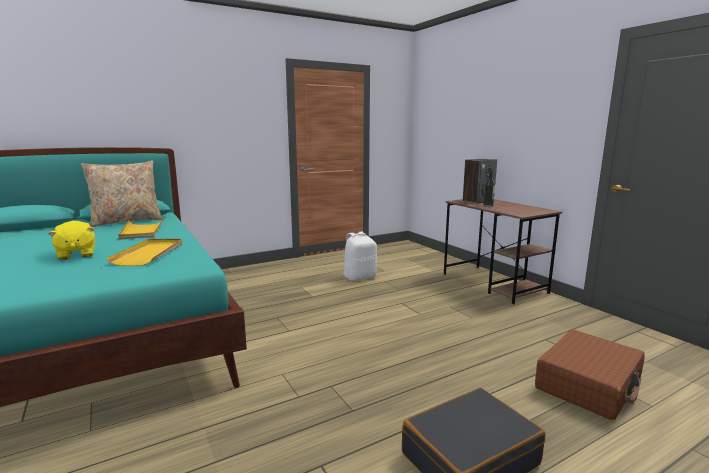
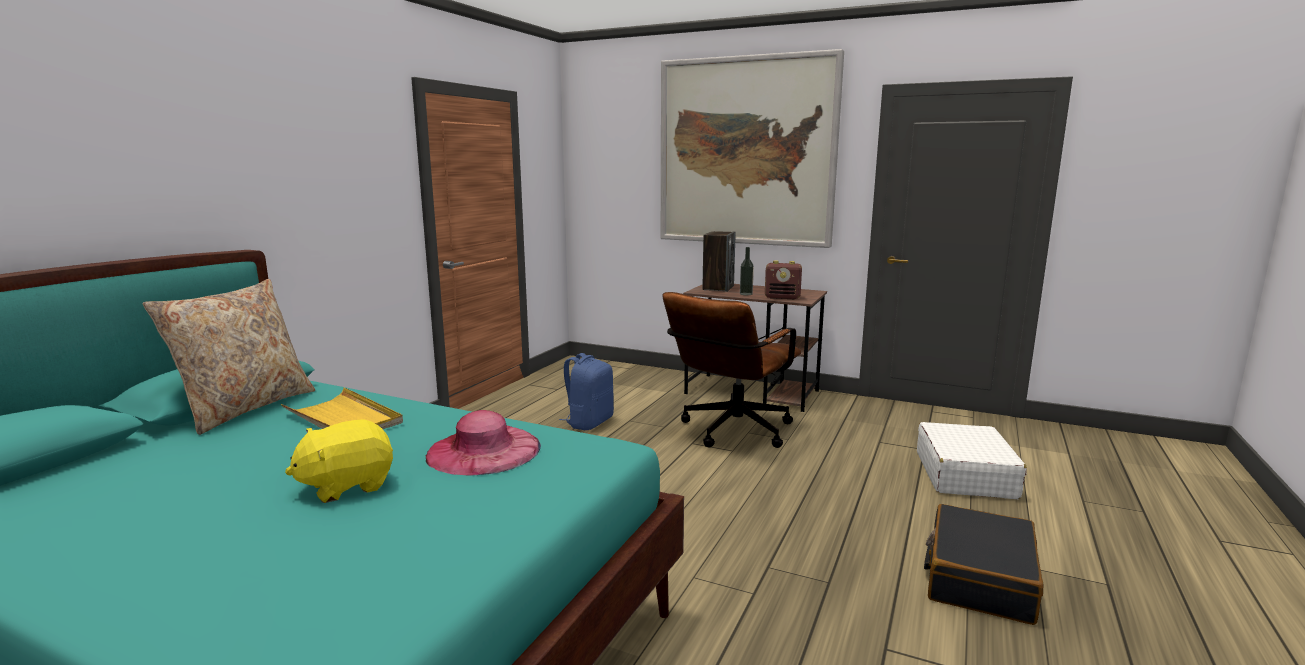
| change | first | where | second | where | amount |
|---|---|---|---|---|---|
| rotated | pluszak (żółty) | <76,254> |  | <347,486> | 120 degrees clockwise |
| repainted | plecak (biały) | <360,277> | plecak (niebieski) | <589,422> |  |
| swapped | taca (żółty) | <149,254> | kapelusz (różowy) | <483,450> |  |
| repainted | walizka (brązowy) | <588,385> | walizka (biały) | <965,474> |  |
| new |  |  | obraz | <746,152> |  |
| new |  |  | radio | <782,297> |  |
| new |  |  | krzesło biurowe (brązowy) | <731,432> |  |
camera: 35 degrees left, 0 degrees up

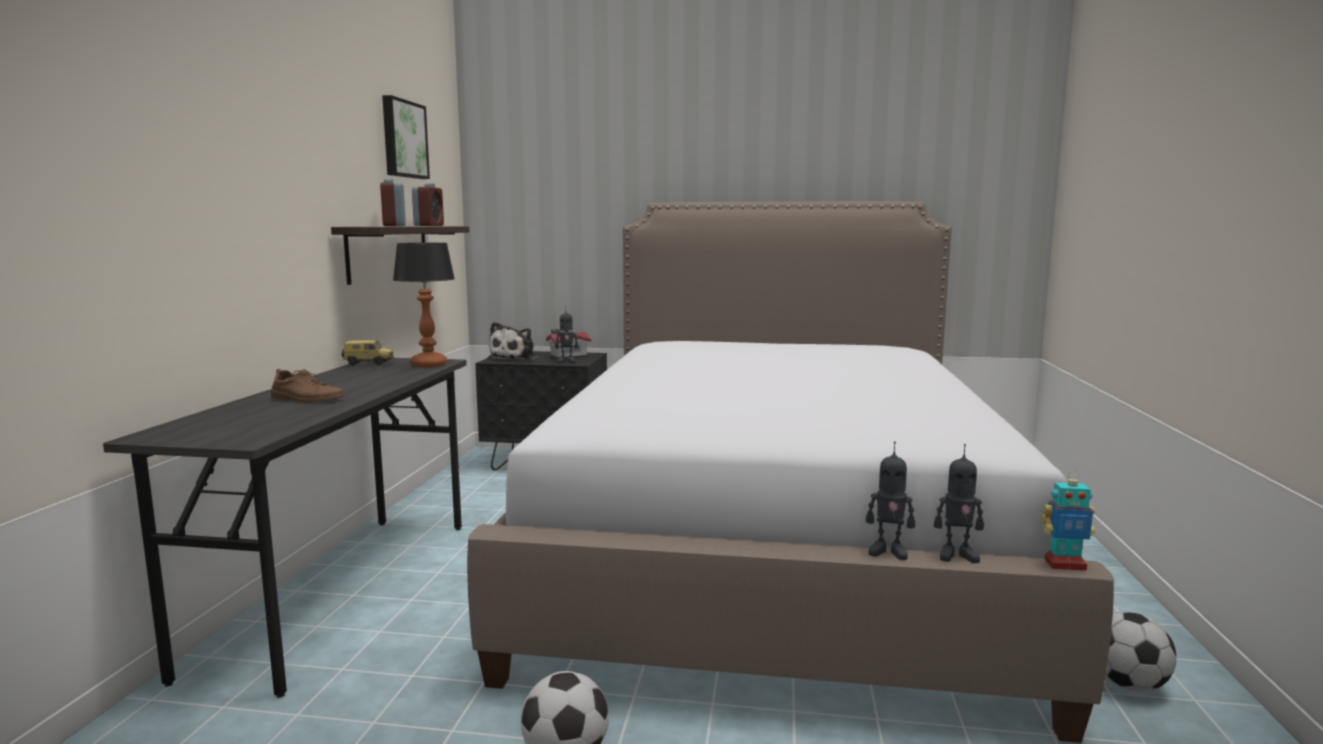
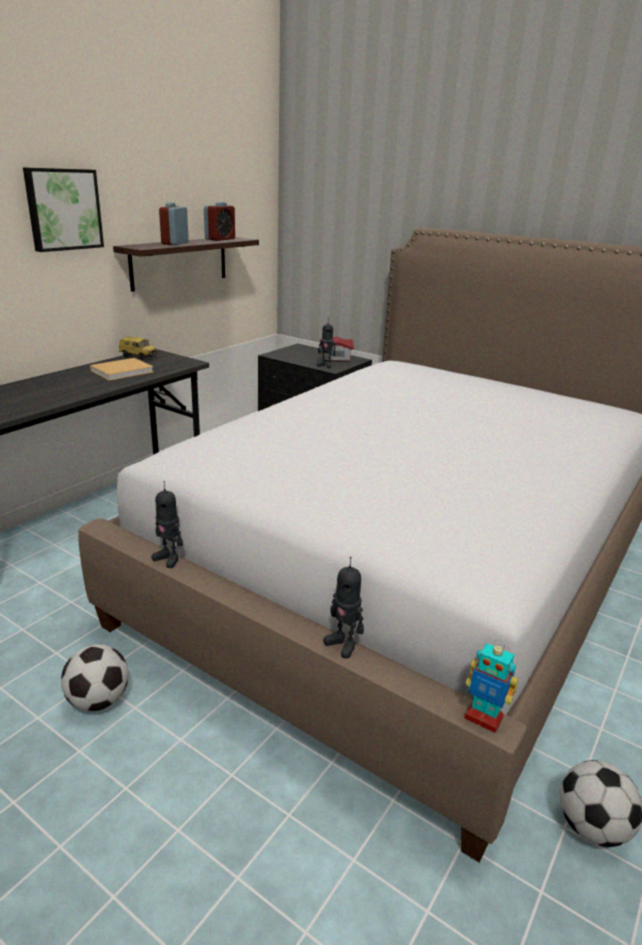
| change | first | where | second | where | amount |
|---|---|---|---|---|---|
| shifted | obraz | <403,139> |  | <63,209> |  |
| gone | lampa stołowa | <429,365> |  |  |  |
| gone | pluszak | <516,358> |  |  |  |
| gone | but (brązowy) | <307,399> |  |  |  |
| shifted | robot zabawkowy | <957,555> |  | <169,558> |  |
| new |  |  | książka (beżowy) | <124,371> |  |
camera: 25 degrees right, 15 degrees up

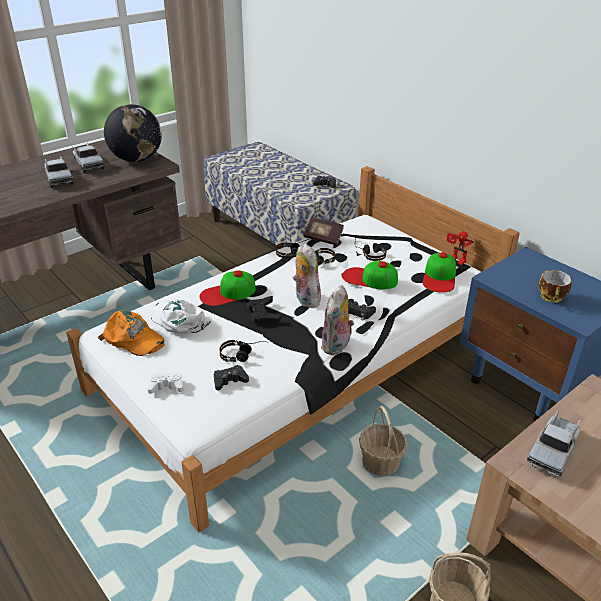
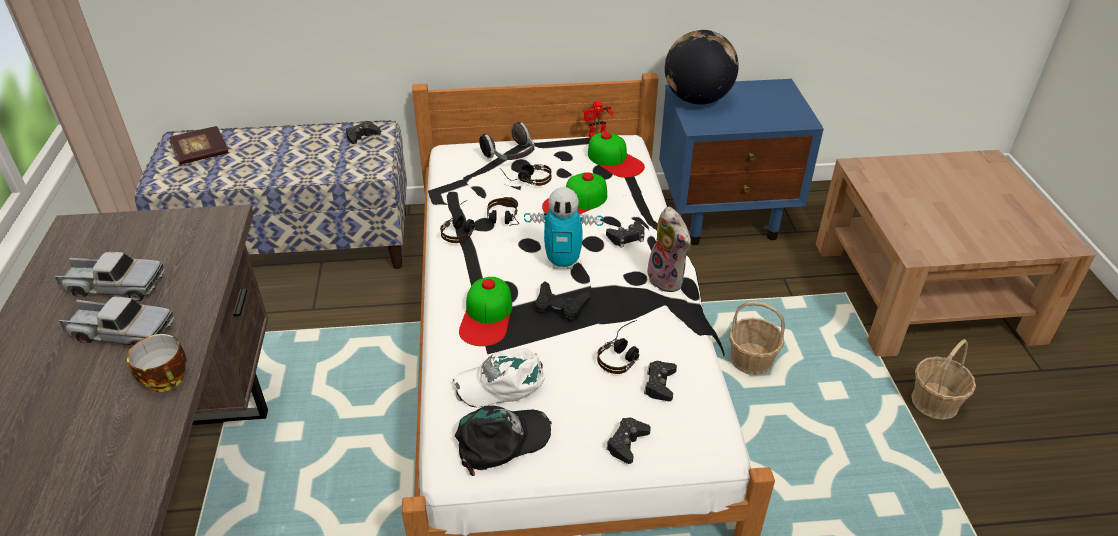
| change | first | where | second | where | amount |
|---|---|---|---|---|---|
| shifted | globus | <137,159> |  | <697,99> |  |
| shifted | książka | <323,238> |  | <201,154> |  |
| swapped | pluszak | <305,299> | robot zabawkowy | <563,263> |  |
| shifted | filiżanka | <552,298> |  | <168,380> |  |
| repainted | czapka z daszkiem (pomarańczowy) | <133,339> | czapka z daszkiem (czarny) | <502,440> |  |
| repainted | pad do gier (biały) | <166,386> | pad do gier (czarny) | <627,443> |  |
| gone | ciężarówka zabawkowa | <553,450> |  |  |  |
| new |  |  | słuchawki | <510,155> |  |
camera: 55 degrees left, 5 degrees up

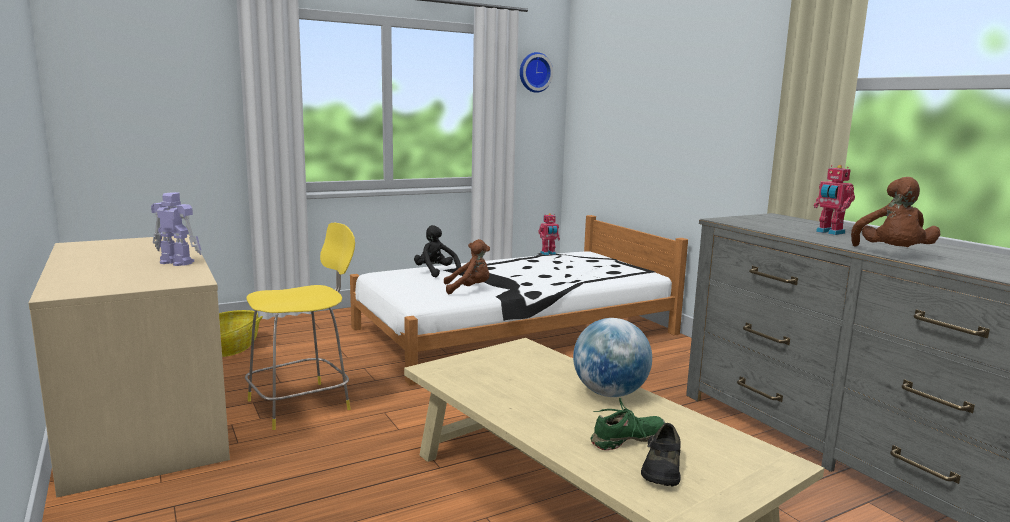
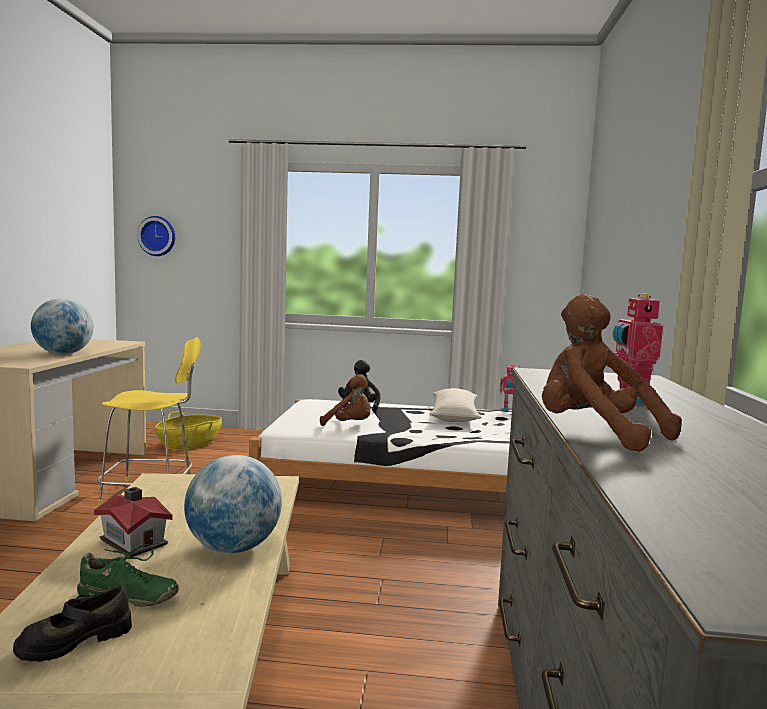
| change | first | where | second | where | amount |
|---|---|---|---|---|---|
| shifted | zegar ścienny | <534,72> |  | <158,236> |  |
| rotated | pluszak (brązowy) | <891,254> |  | <594,434> | 90 degrees clockwise |
| swapped | robot zabawkowy | <176,262> | globus | <63,354> |  |
| new |  |  | poduszka (beżowy) | <454,415> |  |
| new |  |  | domek | <134,541> |  |
camera: 35 degrees right, 5 degrees down

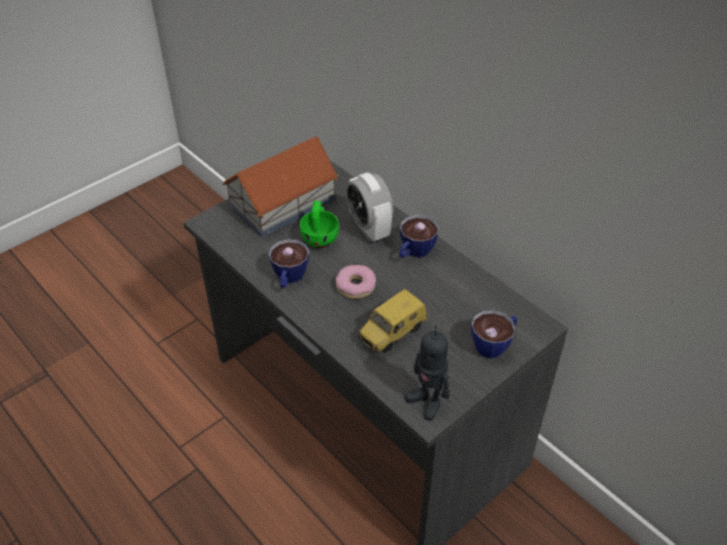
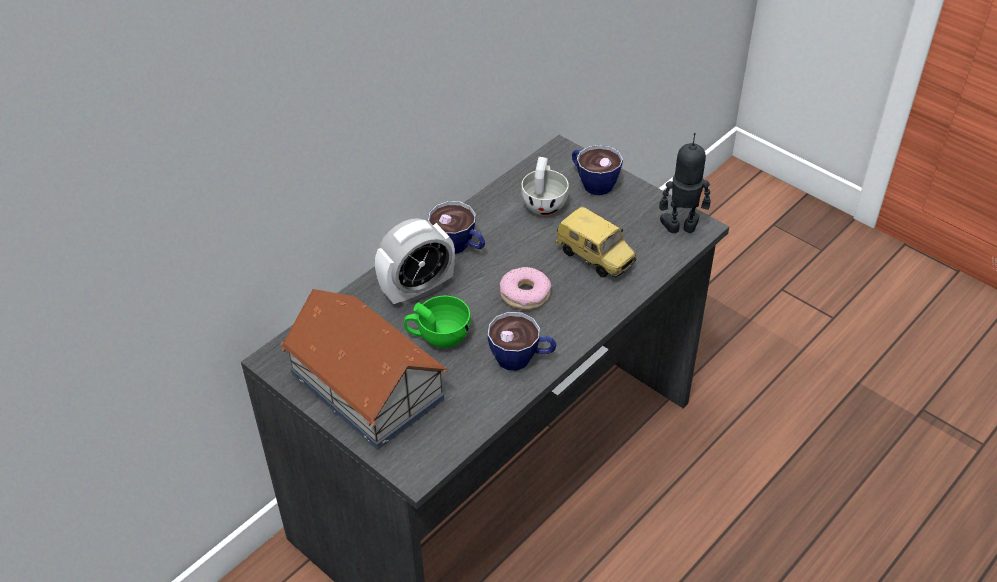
| change | first | where | second | where | amount |
|---|---|---|---|---|---|
| rotated | robot zabawkowy | <427,401> |  | <681,228> | 135 degrees counterclockwise |
| new |  |  | filiżanka (biały) | <545,202> |  |
camera: 95 degrees left, 0 degrees up

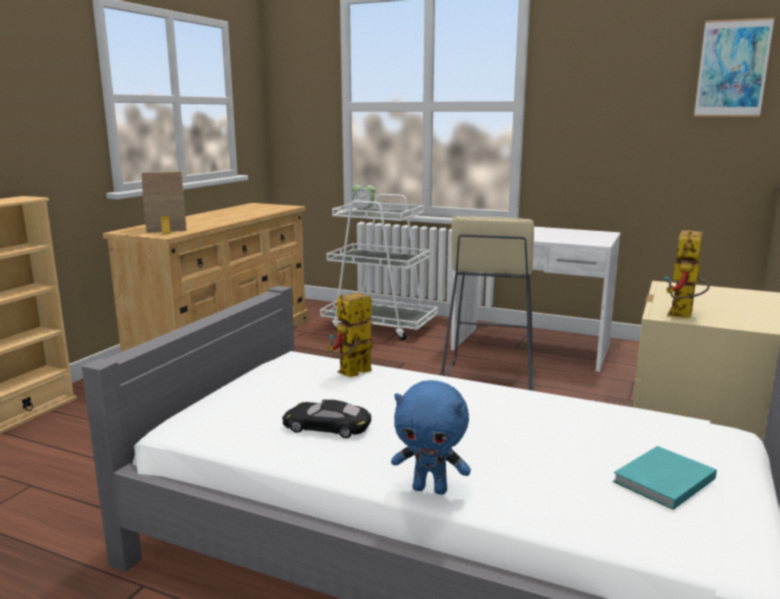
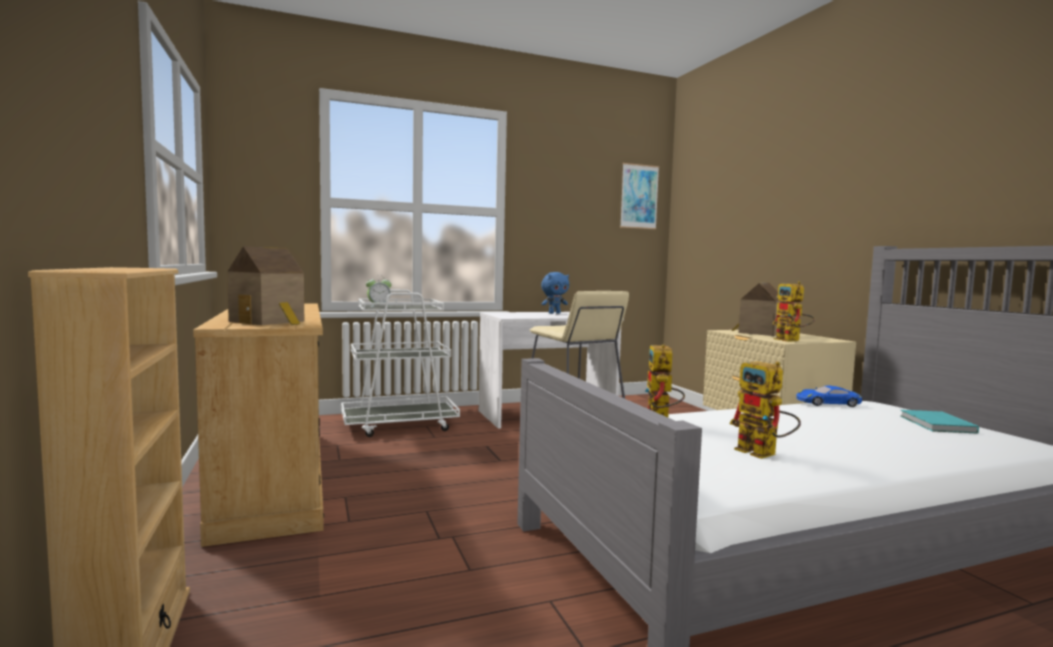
| change | first | where | second | where | amount |
|---|---|---|---|---|---|
| shifted | pluszak (niebieski) | <430,489> |  | <554,313> |  |
| swapped | samochodzik (czarny) | <326,426> | robot zabawkowy | <764,454> |  |
| new |  |  | domek | <758,333> |  |
| new |  |  | samochodzik (niebieski) | <827,403> |  |
camera: 45 degrees left, 10 degrees down

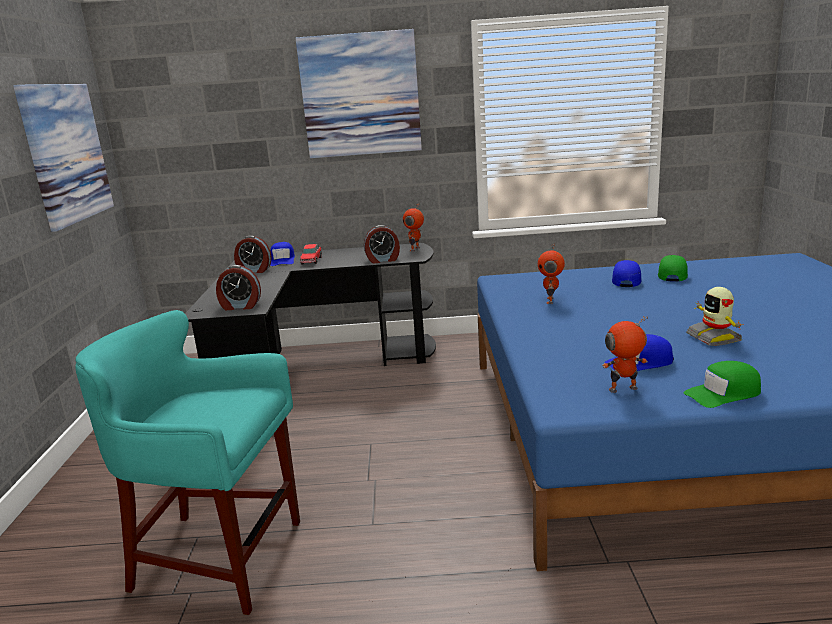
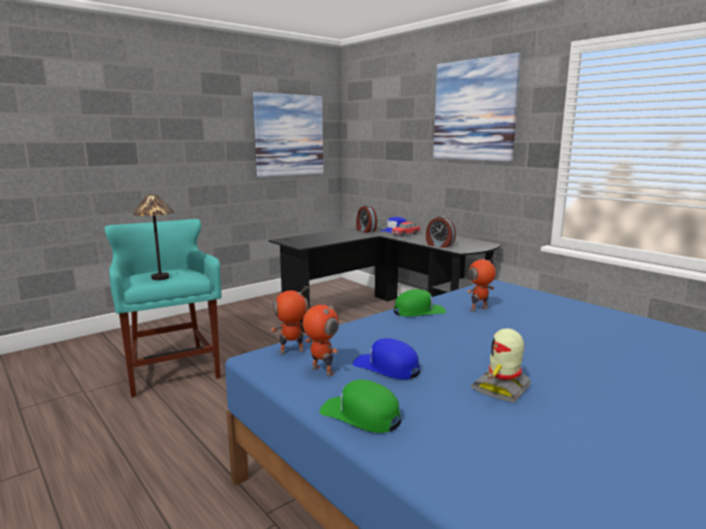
| change | first | where | second | where | amount |
|---|---|---|---|---|---|
| shifted | robot zabawkowy | <415,249> |  | <292,352> |  |
| shifted | czapka z daszkiem (zielony) | <672,275> |  | <419,311> |  |
| gone | czapka z daszkiem (niebieski) | <626,280> |  |  |  |
| gone | budzik | <240,306> |  |  |  |
| new |  |  | lampa stołowa | <160,278> |  |
camera: 50 degrees right, 5 degrees down

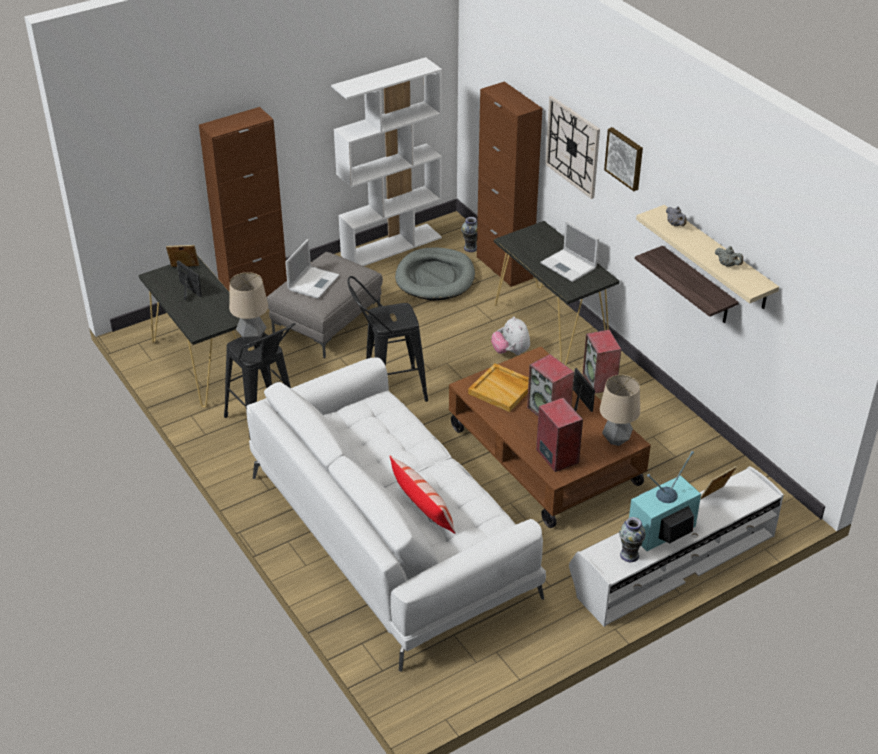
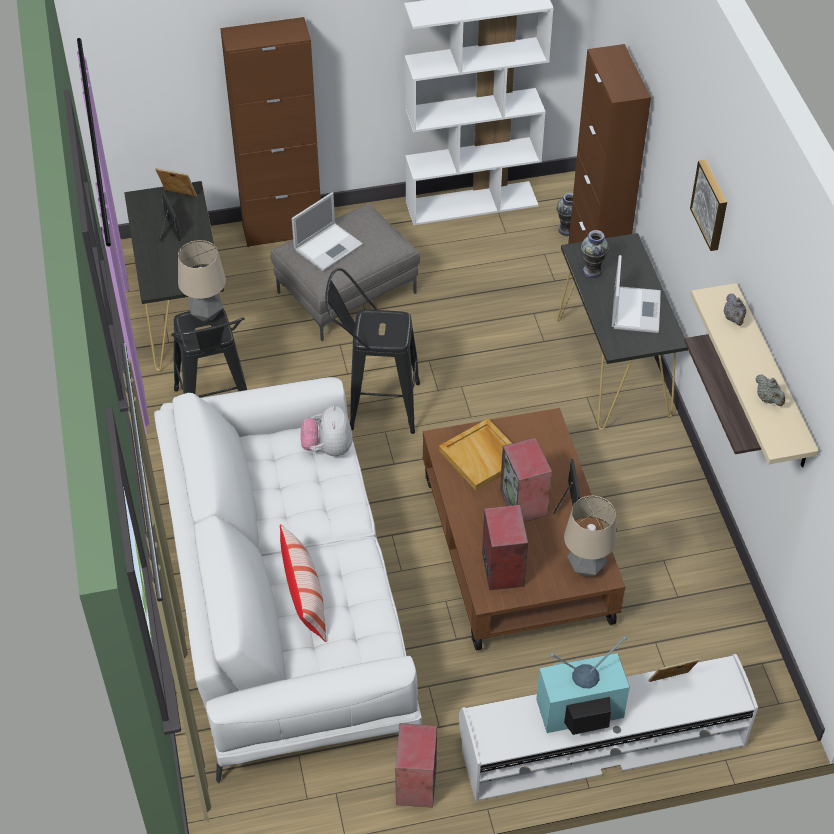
| change | first | where | second | where | amount |
|---|---|---|---|---|---|
| gone | zegar ścienny | <573,147> |  |  |  |
| rotated | laptop | <569,266> |  | <635,309> | 150 degrees counterclockwise |
| gone | legowisko (szary) | <435,277> |  |  |  |
| shifted | pluszak | <510,352> |  | <328,448> |  |
| shifted | głośnik | <600,381> |  | <417,785> |  |
| shifted | wazon | <629,555> |  | <592,271> |  |
camera: 20 degrees right, 10 degrees up

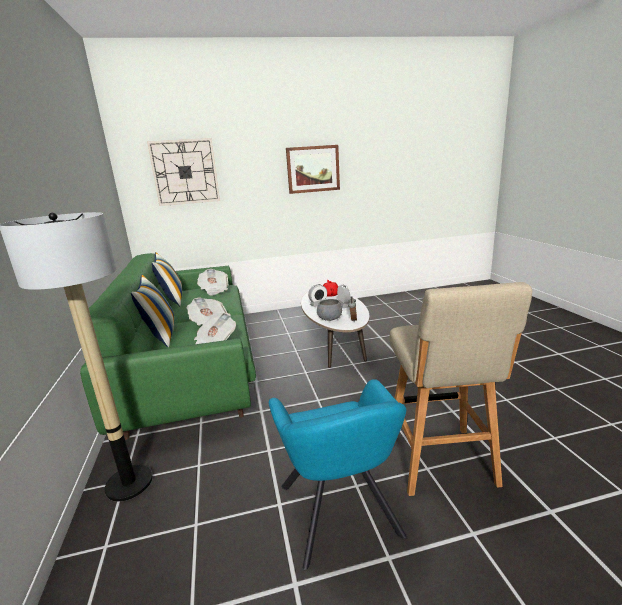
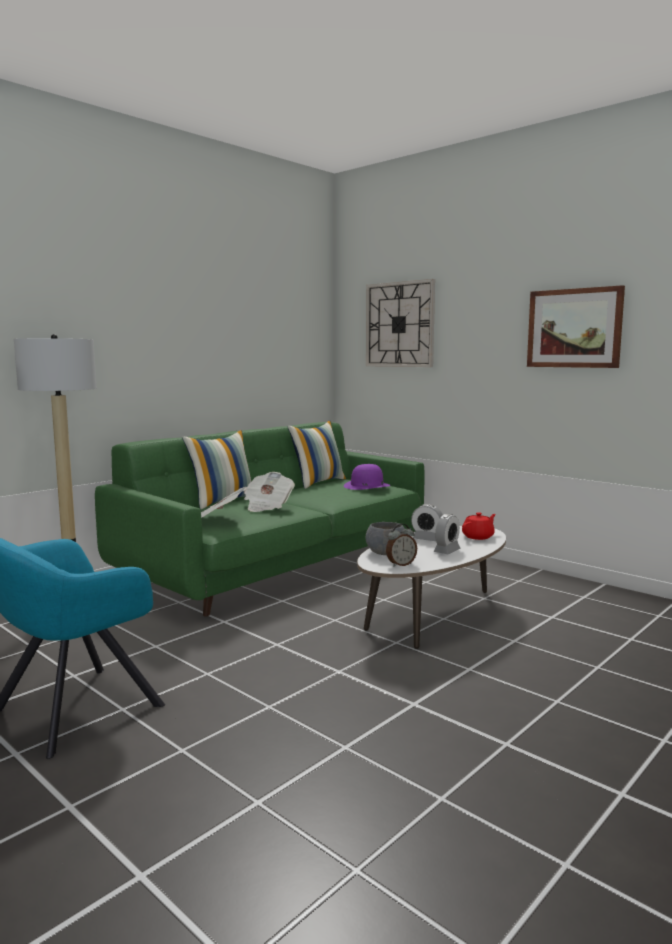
| change | first | where | second | where | amount |
|---|---|---|---|---|---|
| swapped | gazeta | <214,290> | kapelusz (fioletowy) | <366,486> |  |
| gone | stołek (beżowy) | <441,463> |  |  |  |
camera: 55 degrees right, 10 degrees down

